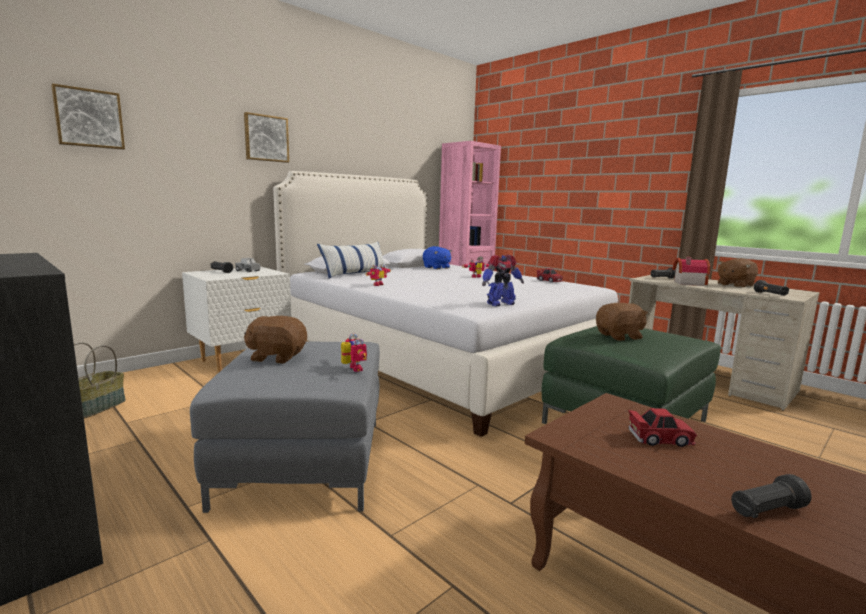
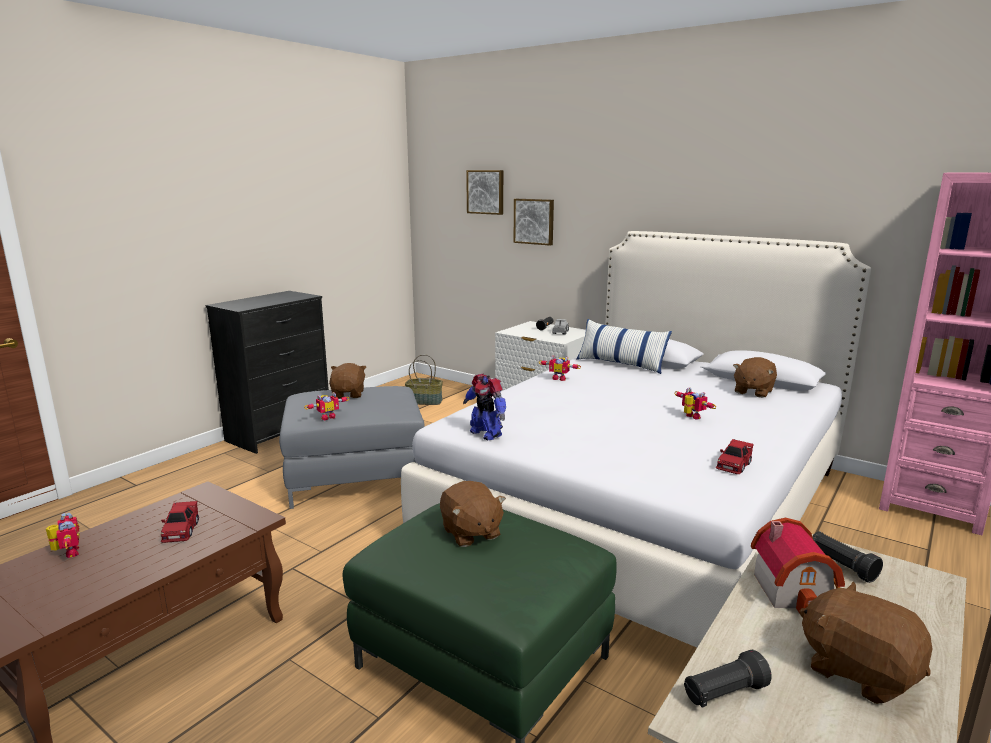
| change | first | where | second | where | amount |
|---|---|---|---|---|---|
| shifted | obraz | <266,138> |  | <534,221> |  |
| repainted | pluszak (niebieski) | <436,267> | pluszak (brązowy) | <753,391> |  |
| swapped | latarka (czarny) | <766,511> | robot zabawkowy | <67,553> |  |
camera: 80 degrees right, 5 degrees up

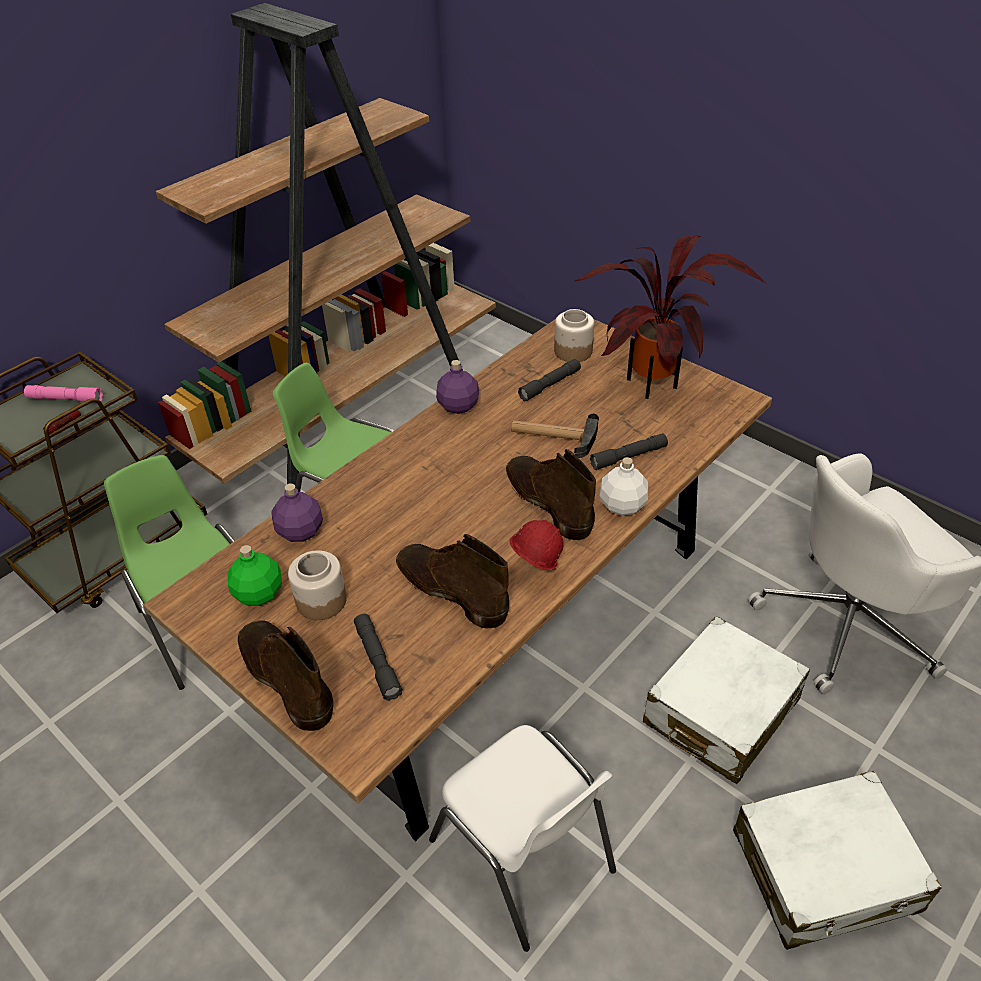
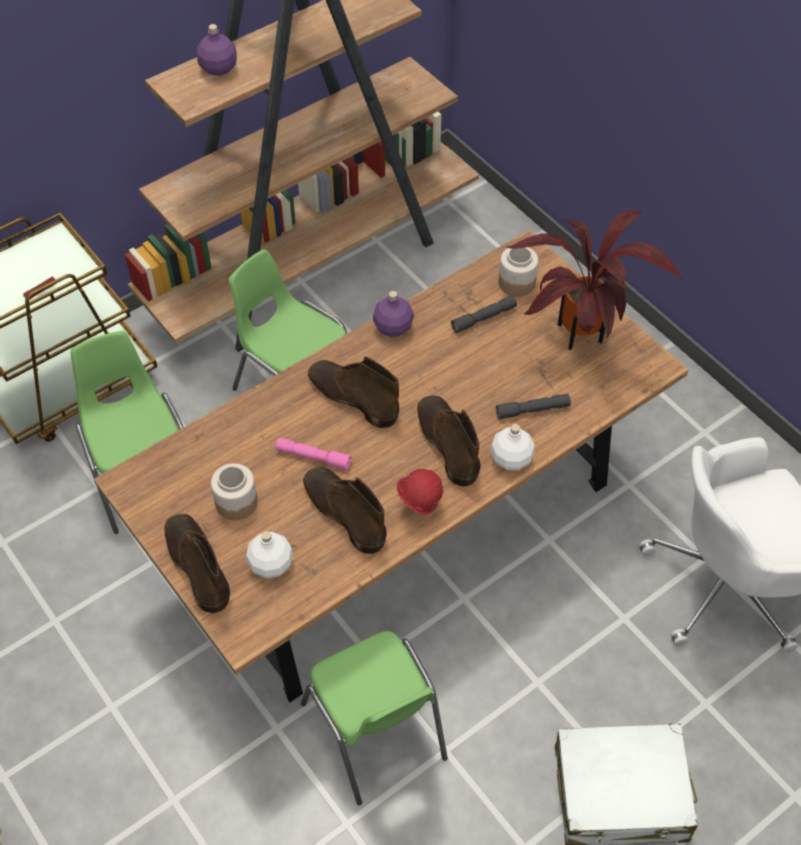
| change | first | where | second | where | amount |
|---|---|---|---|---|---|
| shifted | latarka (różowy) | <65,399> |  | <313,457> |  |
| gone | młotek | <553,437> |  |  |  |
| shifted | butelka (fioletowy) | <299,531> |  | <218,68> |  |
| gone | butelka (zielony) | <260,593> |  |  |  |
| swapped | latarka (szary) | <377,661> | butelka (biały) | <271,564> |  |
| gone | walizka (biały) | <720,712> |  |  |  |
| repainted | krzesło (biały) | <524,857> | krzesło (zielony) | <375,733> |  |
| new |  |  | but z cholewką (brązowy) | <352,397> |  |
camera: 10 degrees right, 10 degrees up

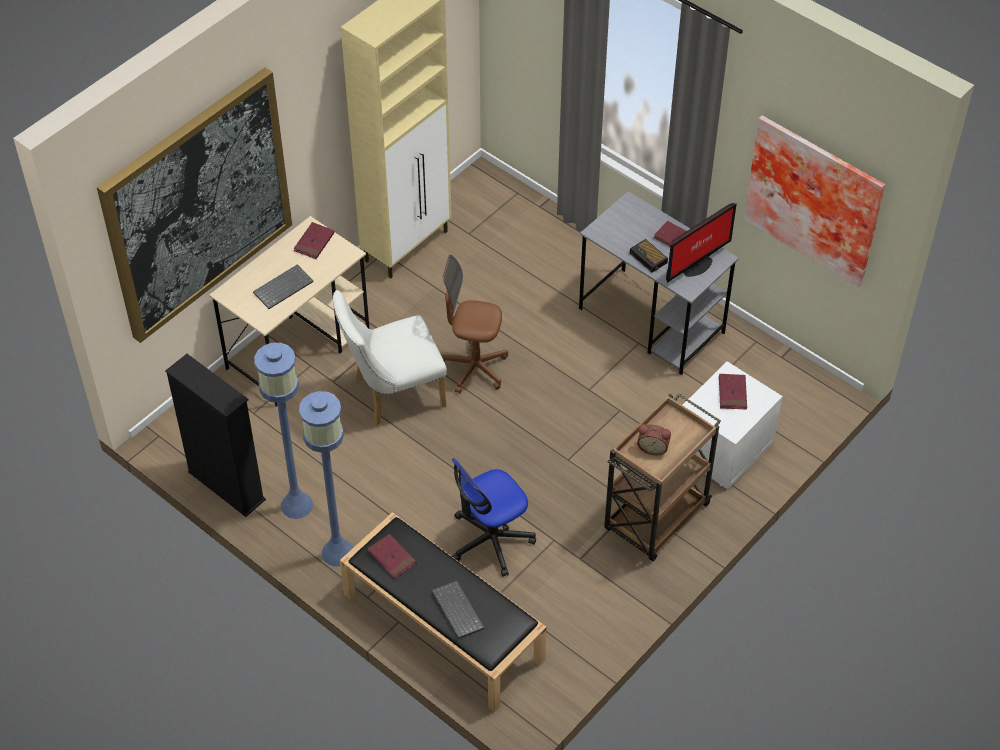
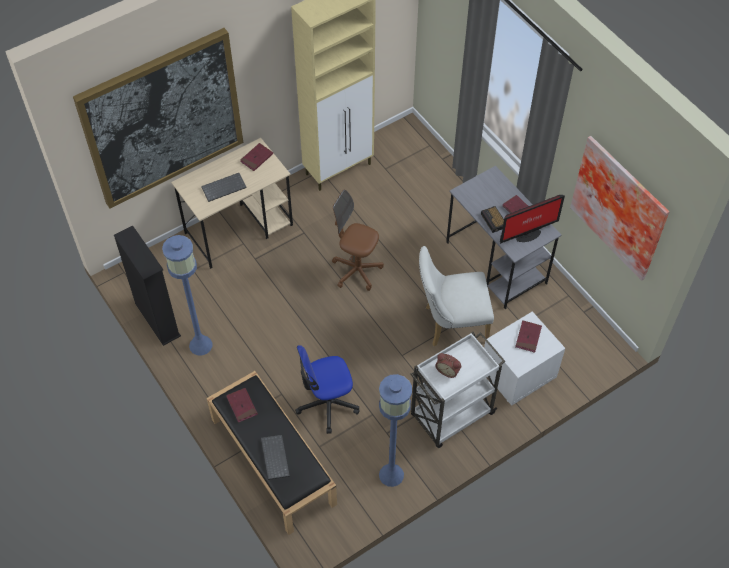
| change | first | where | second | where | amount |
|---|---|---|---|---|---|
| shifted | krzesło (biały) | <392,395> |  | <450,324> |  |
| shifted | lampa stojąca (niebieski) | <337,553> |  | <391,475> |  |
| repainted | wózek (brązowy) | <655,519> | wózek (biały) | <451,415> |  |
camera: 15 degrees right, 5 degrees up

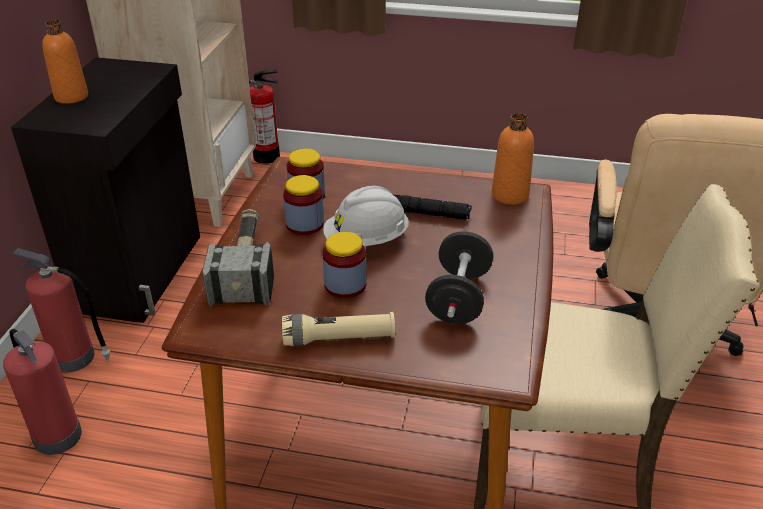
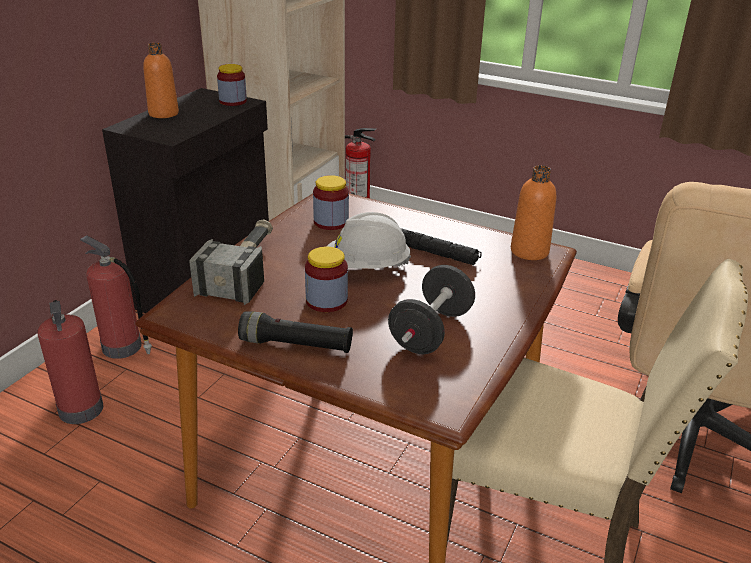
| change | first | where | second | where | amount |
|---|---|---|---|---|---|
| shifted | słoik | <304,224> |  | <233,101> |  |
| repainted | latarka (beżowy) | <339,339> | latarka (czarny) | <296,345> |  |
camera: 15 degrees right, 5 degrees down

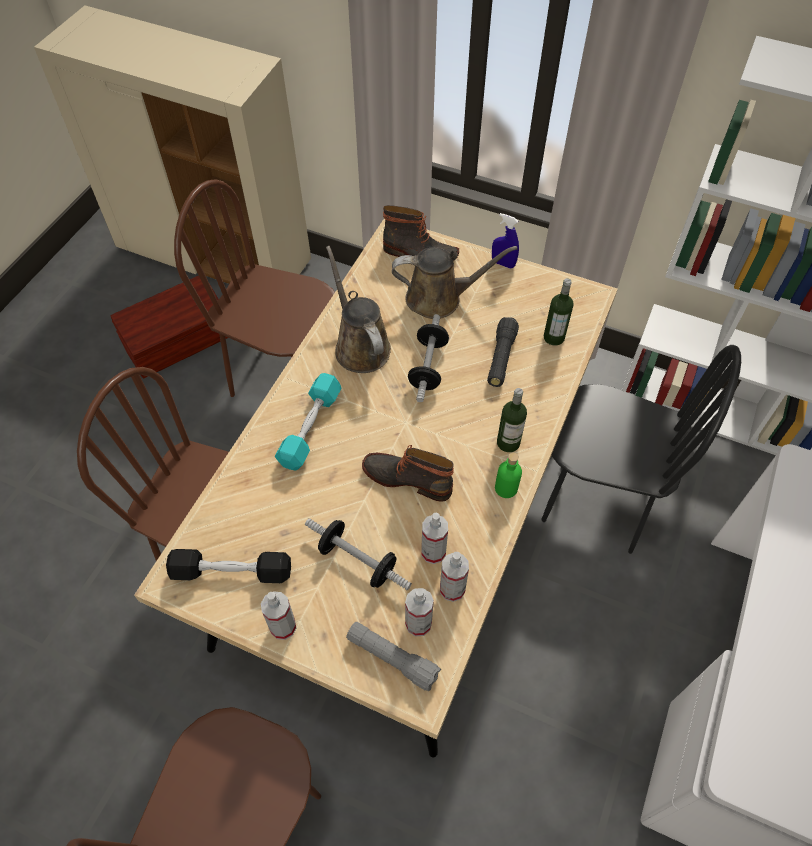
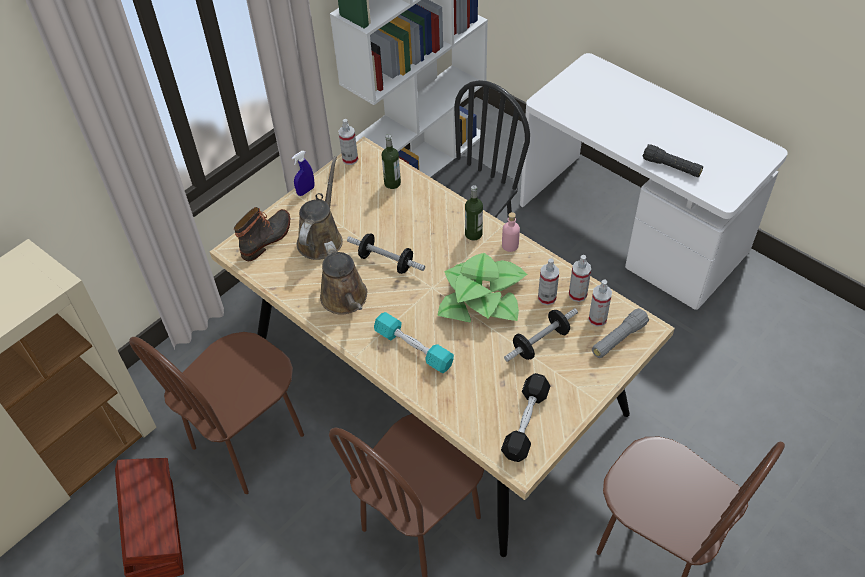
| change | first | where | second | where | amount |
|---|---|---|---|---|---|
| rotated | konewka (brązowy) | <360,346> |  | <345,299> | 105 degrees counterclockwise |
| shifted | latarka (czarny) | <501,358> |  | <671,167> |  |
| swapped | but z cholewką | <408,478> | roślina doniczkowa | <482,298> |  |
| repainted | butelka (zielony) | <506,488> | butelka (różowy) | <510,245> |  |
| shifted | spryskiwacz | <283,627> |  | <350,159> |  |
camera: 70 degrees left, 5 degrees down

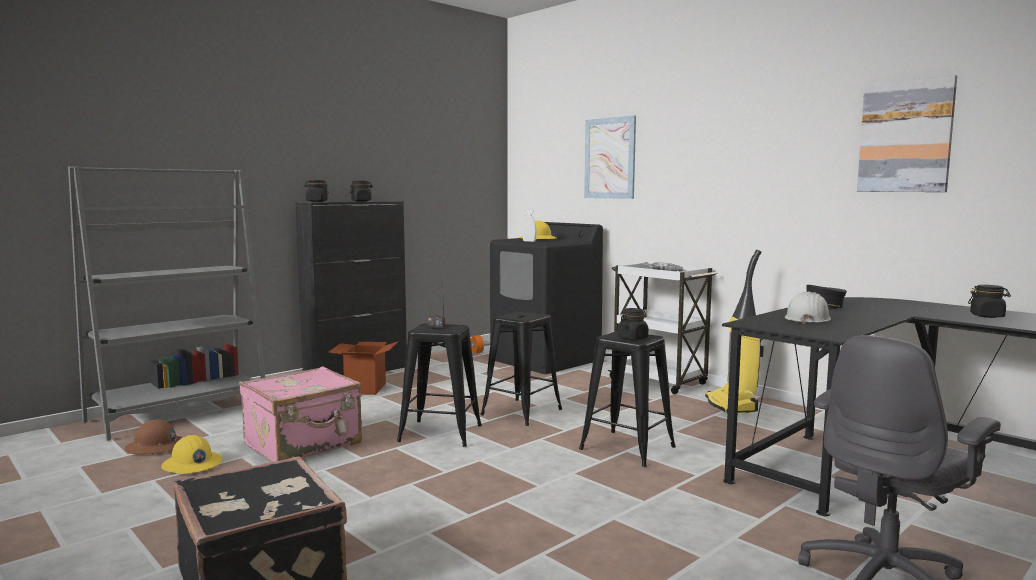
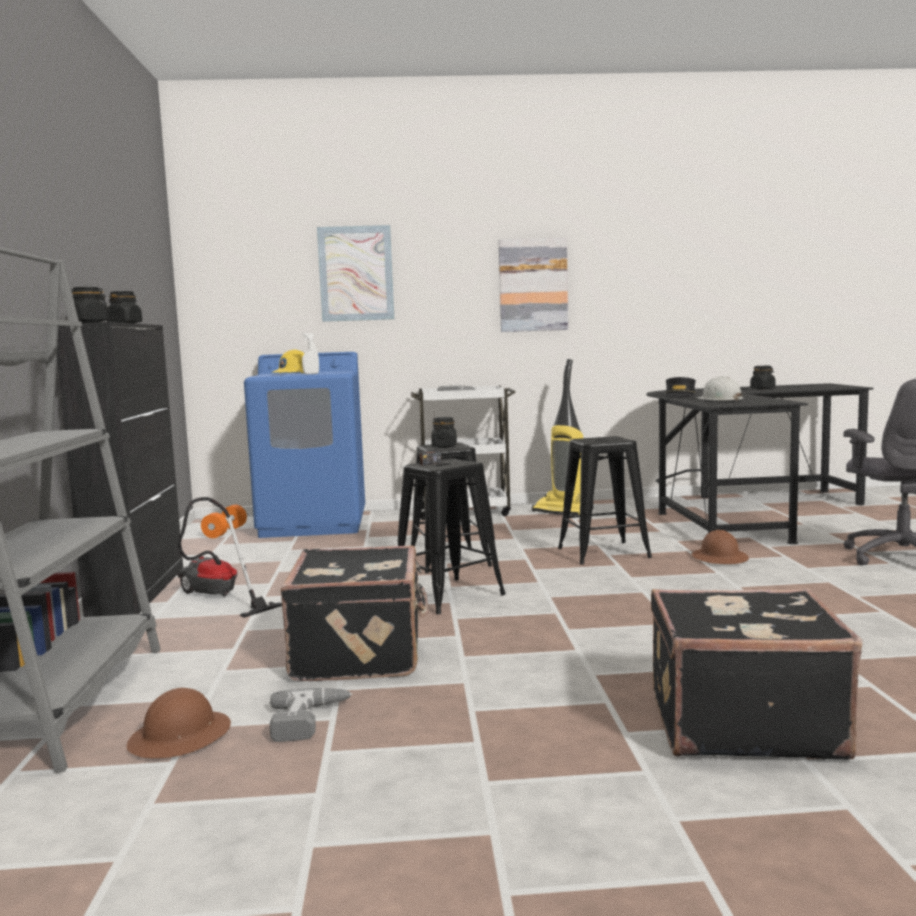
| change | first | where | second | where | amount |
|---|---|---|---|---|---|
| shifted | obraz | <905,136> |  | <533,285> |  |
| repainted | pralka (czarny) | <545,360> | pralka (niebieski) | <314,524> |  |
| shifted | słoik (czarny) | <632,338> |  | <444,446> |  |
| swapped | karton | <365,388> | odkurzacz | <217,597> |  |
| repainted | walizka (różowy) | <304,445> | walizka (czarny) | <361,653> |  |
| swapped | kask (żółty) | <192,464> | wiertarka | <310,721> |  |
| new |  |  | kask (brązowy) | <720,558> |  |
camera: 50 degrees left, 0 degrees up

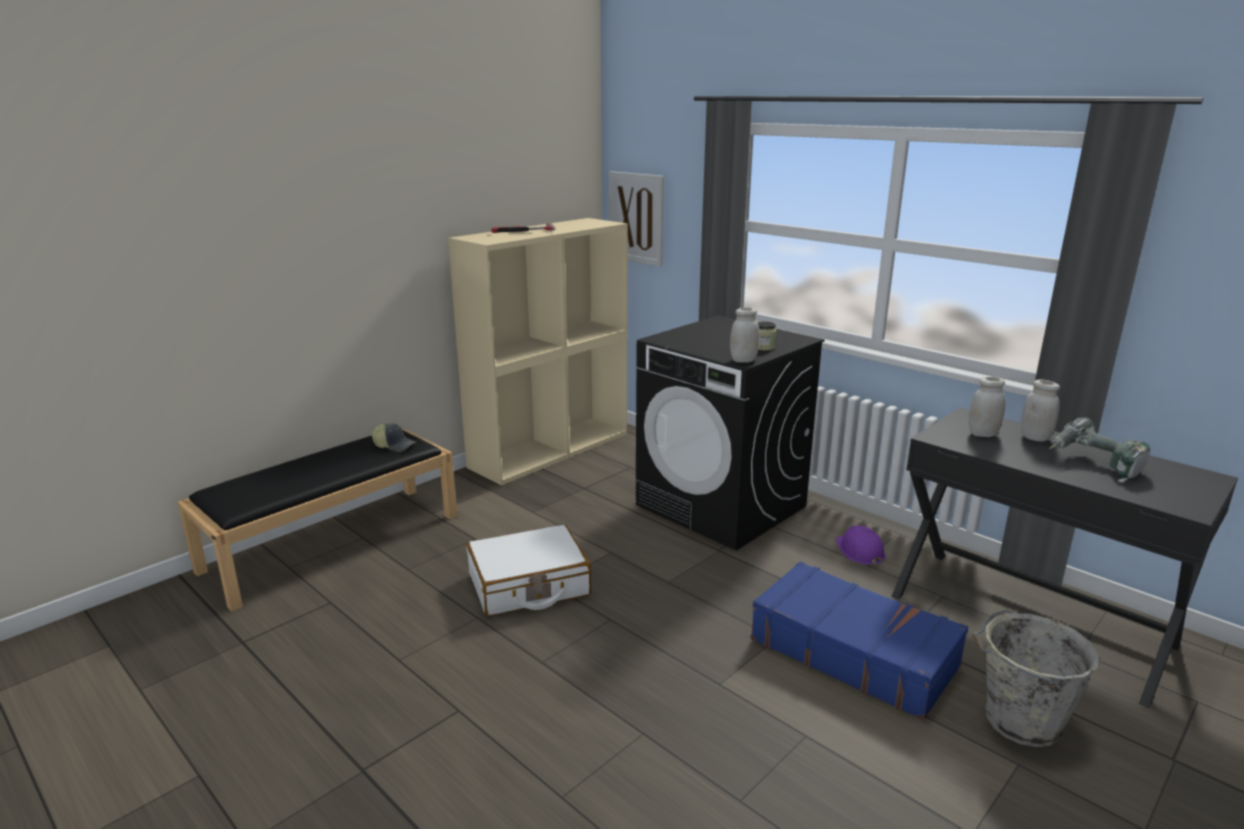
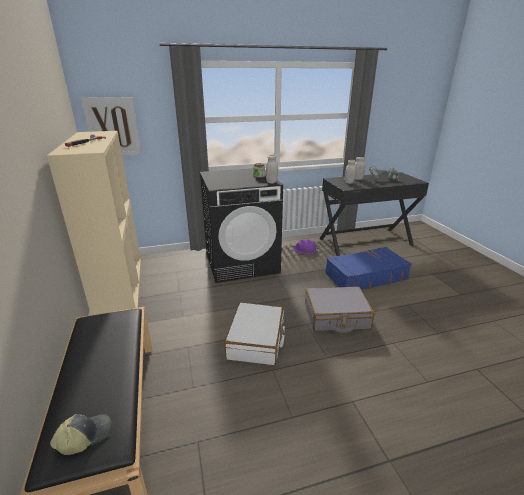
| change | first | where | second | where | amount |
|---|---|---|---|---|---|
| shifted | czapka z daszkiem | <394,445> |  | <85,436> |  |
| gone | wiadro (szary) | <1018,721> |  |  |  |
| new |  |  | walizka (szary) | <336,317> |  |
camera: 60 degrees left, 5 degrees up

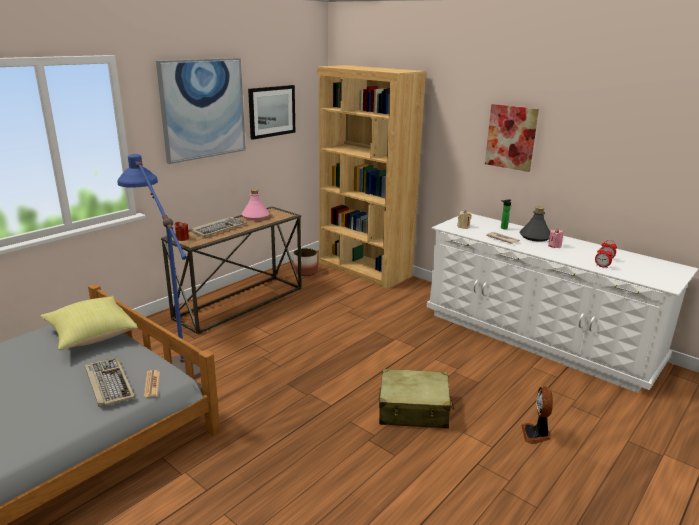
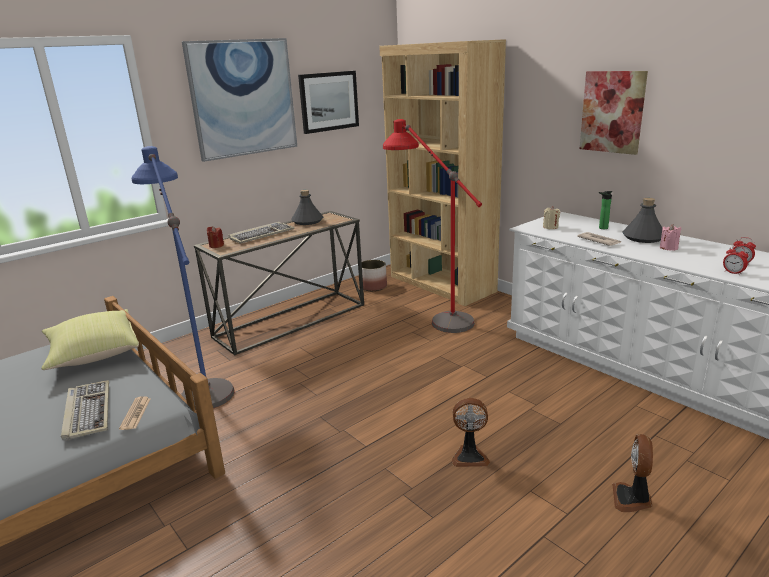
| change | first | where | second | where | amount |
|---|---|---|---|---|---|
| repainted | butelka (różowy) | <255,216> | butelka (szary) | <307,221> |  |
| swapped | walizka (beżowy) | <414,409> | wentylator | <469,456> |  |
| new |  |  | lampa stojąca (czerwony) | <433,313> |  |
camera: 10 degrees right, 0 degrees up

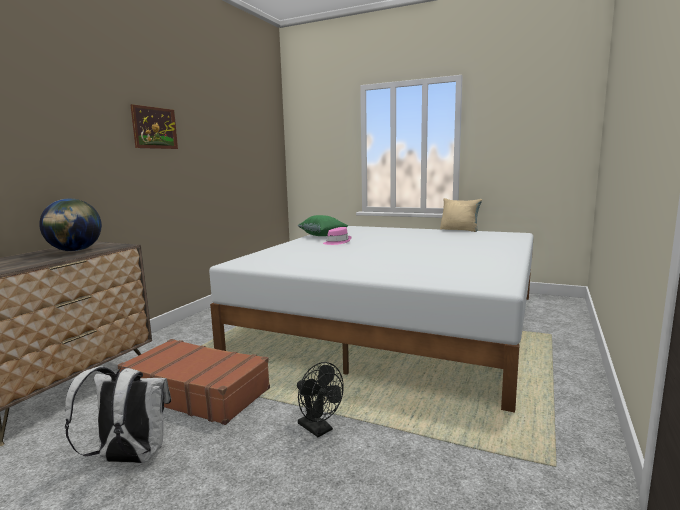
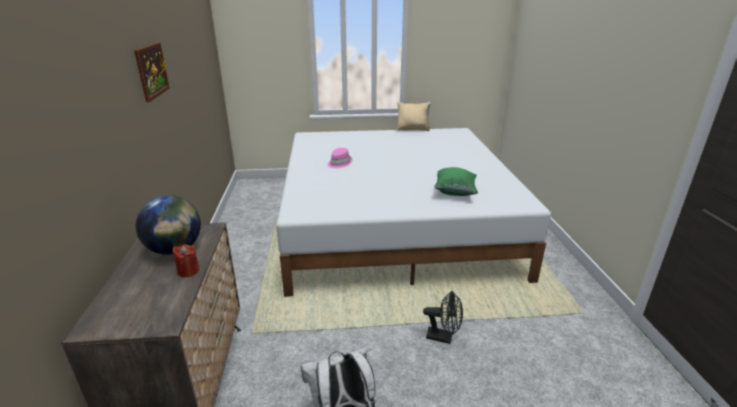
| change | first | where | second | where | amount |
|---|---|---|---|---|---|
| shifted | poduszka (zielony) | <322,236> |  | <455,192> |  |
| gone | walizka (brązowy) | <197,392> |  |  |  |
| new |  |  | świeca (czerwony) | <188,271> |  |
camera: 30 degrees left, 15 degrees up

